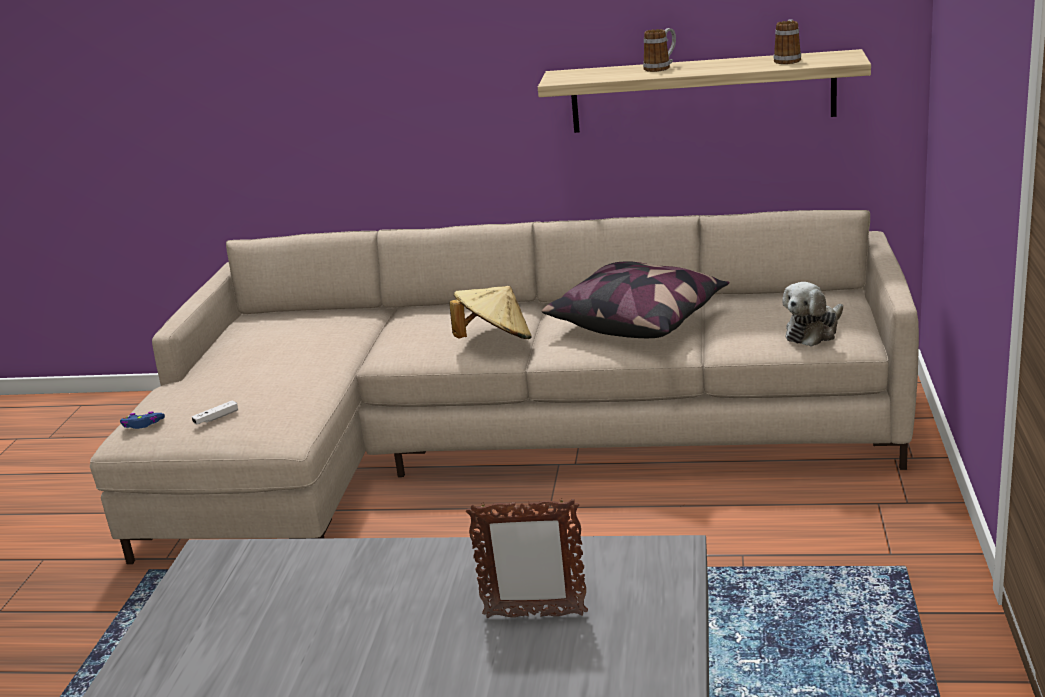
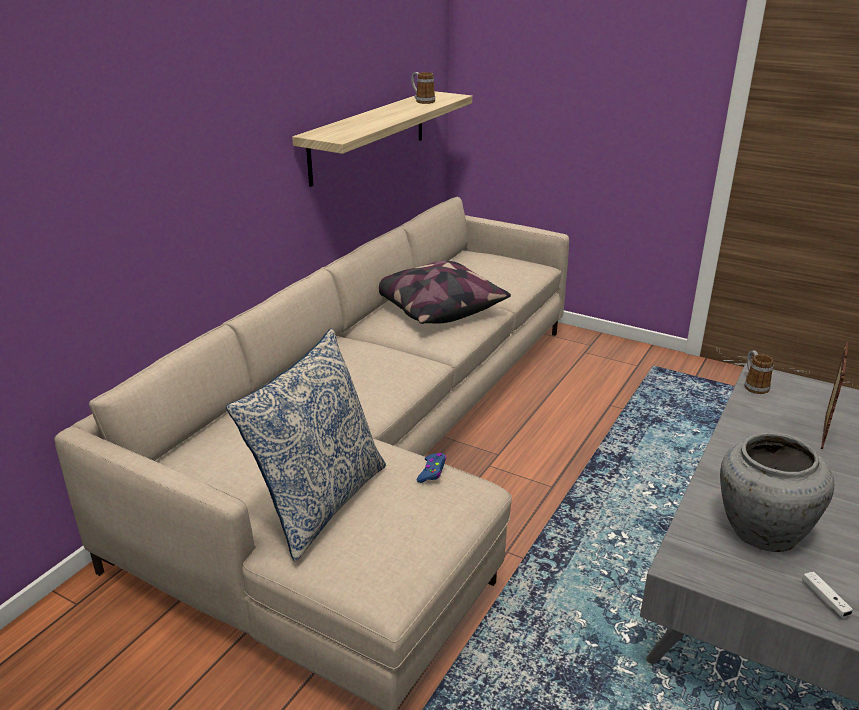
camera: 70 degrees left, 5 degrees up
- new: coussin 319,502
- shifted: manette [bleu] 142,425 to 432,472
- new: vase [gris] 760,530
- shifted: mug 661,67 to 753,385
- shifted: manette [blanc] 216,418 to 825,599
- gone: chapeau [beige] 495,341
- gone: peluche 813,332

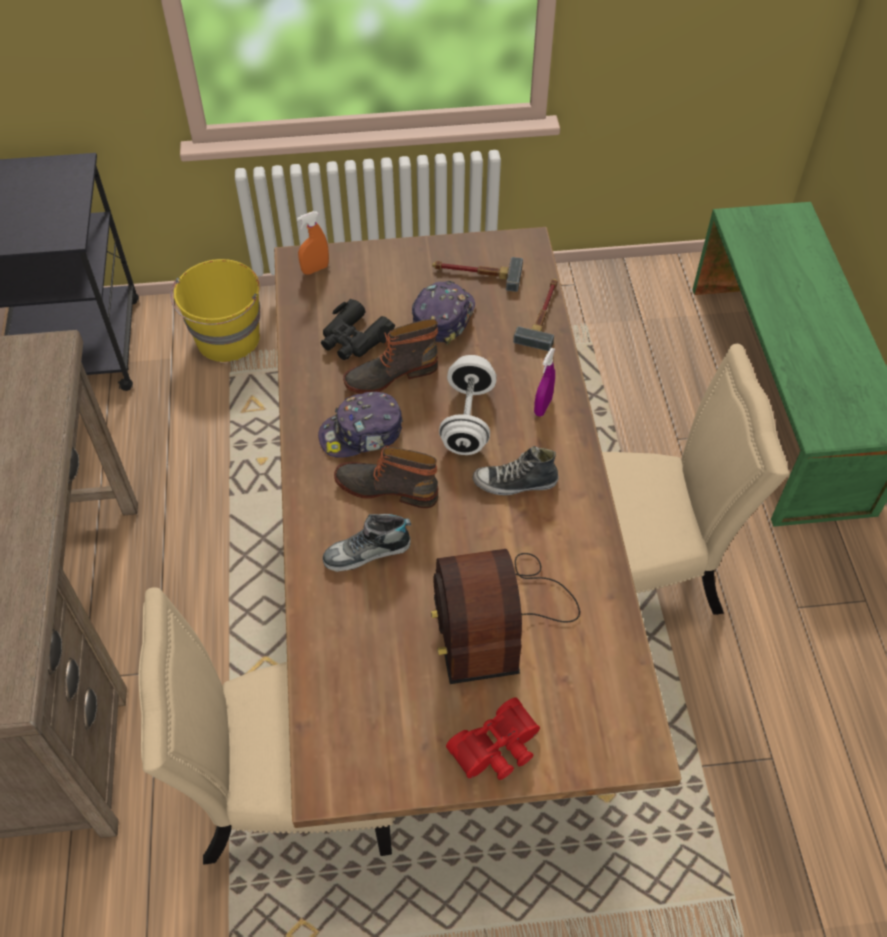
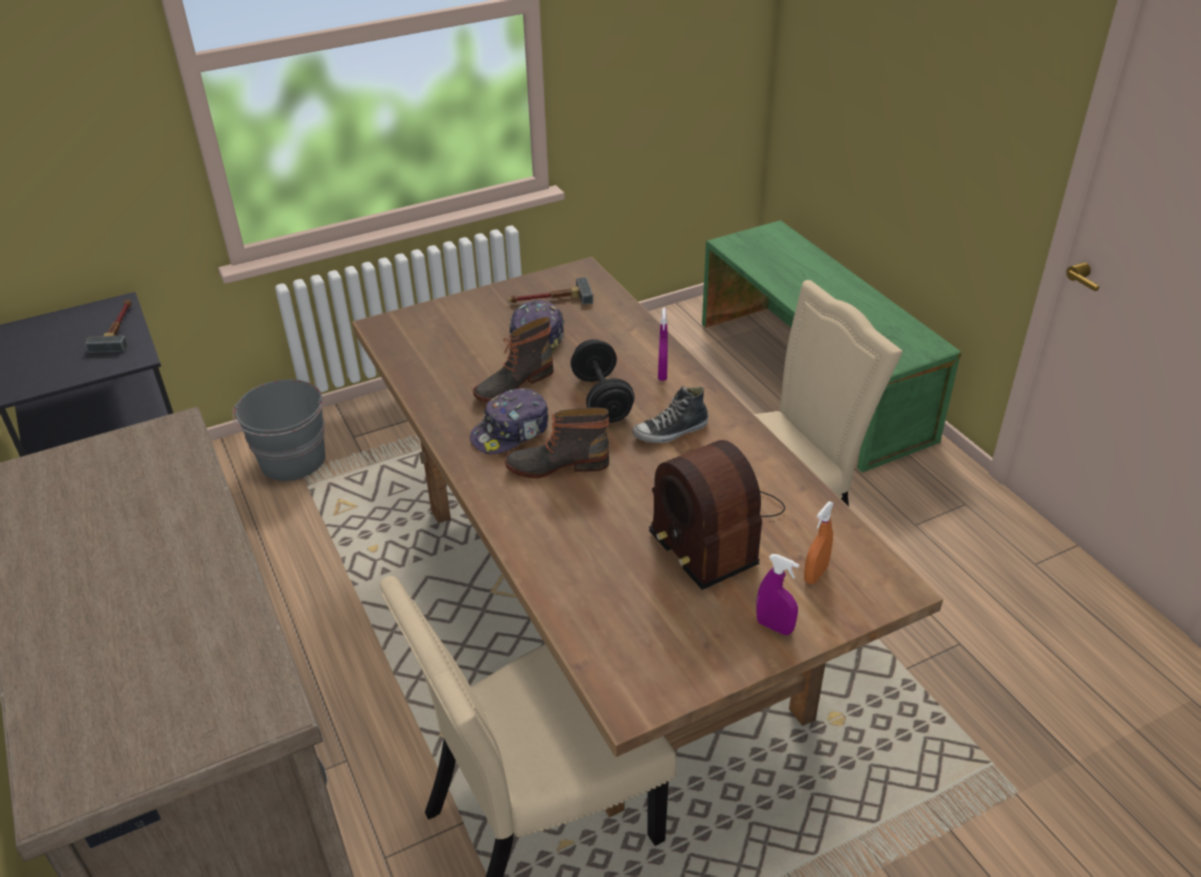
camera: 20 degrees left, 15 degrees down
- shifted: marteau 543,315 to 119,328
- repainted: seau [jaune] 227,339 to seau [gris] 293,461
- repainted: haltère [blanc] 467,420 to haltère [noir] 602,399
- swapped: jumelles [rouge] 498,750 to vaporisateur [violet] 774,626
- shifted: vaporisateur [orange] 315,269 to 815,574
- gone: jumelles [noir] 354,339
- gone: chaussure 367,553

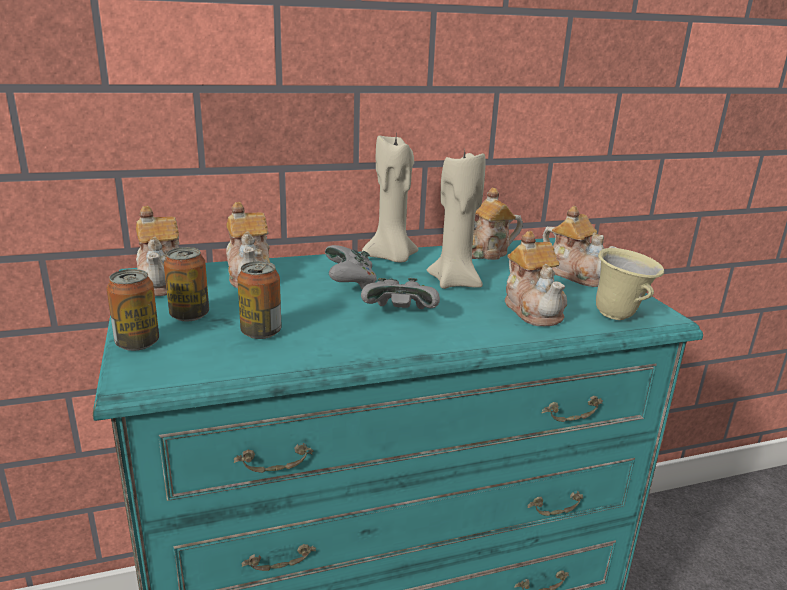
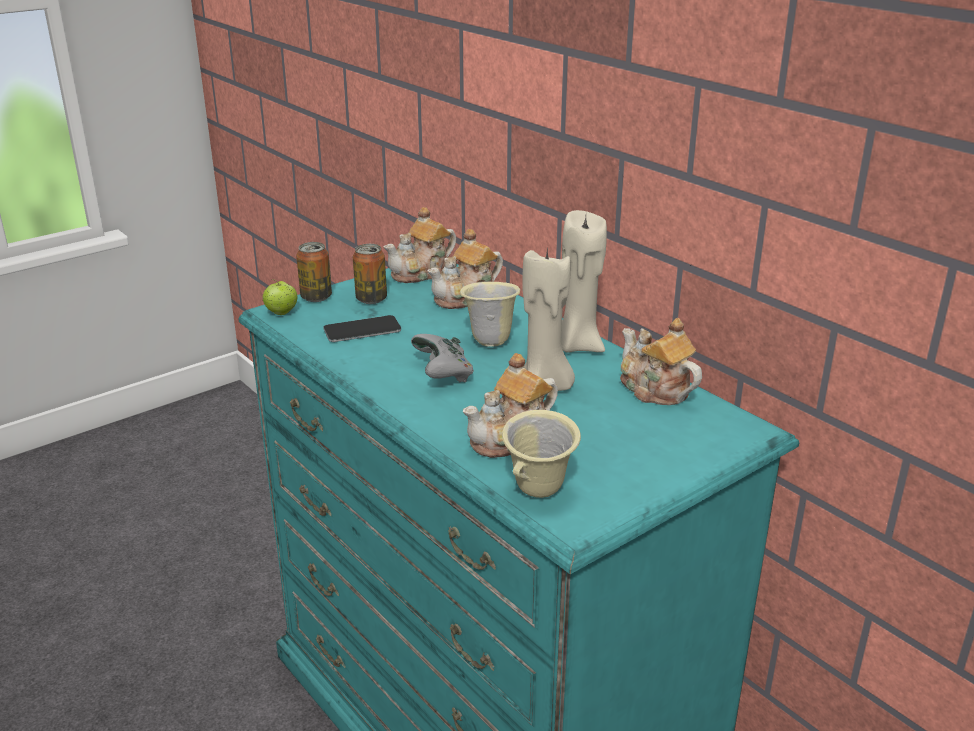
camera: 70 degrees right, 5 degrees up
- new: pomme 281,313
- swapped: boîte métallique 261,332 to téléphone 362,330
- swapped: manette [gris] 350,283 to mug [beige] 489,340
- gone: théière 577,274

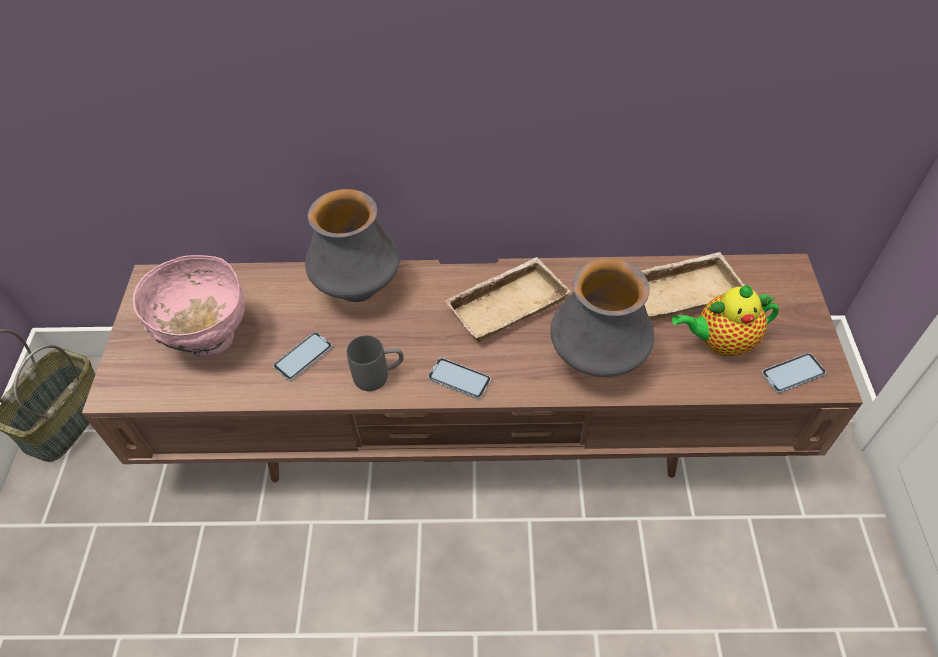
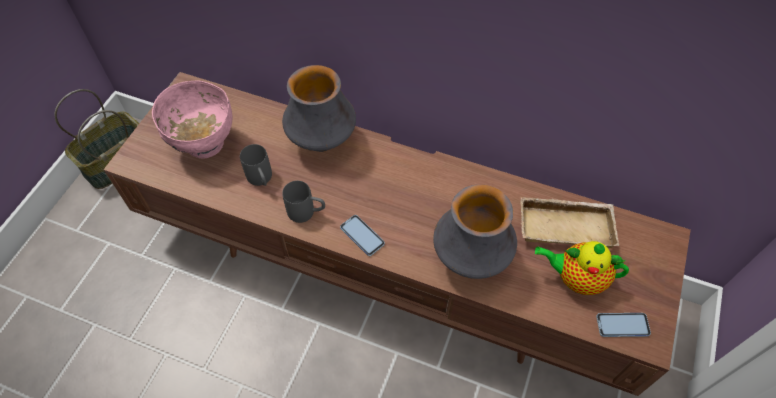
camera: 20 degrees right, 5 degrees up
- swapped: téléphone 303,357 to mug [gris] 261,180
- gone: plateau [beige] 507,303

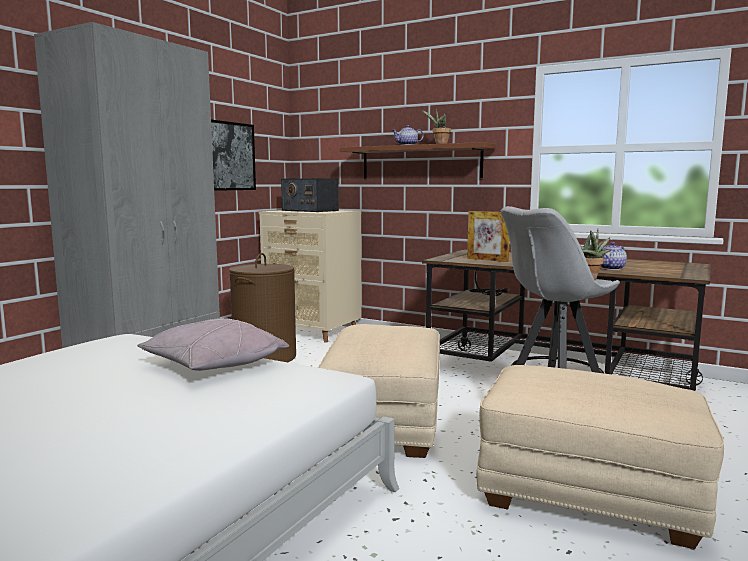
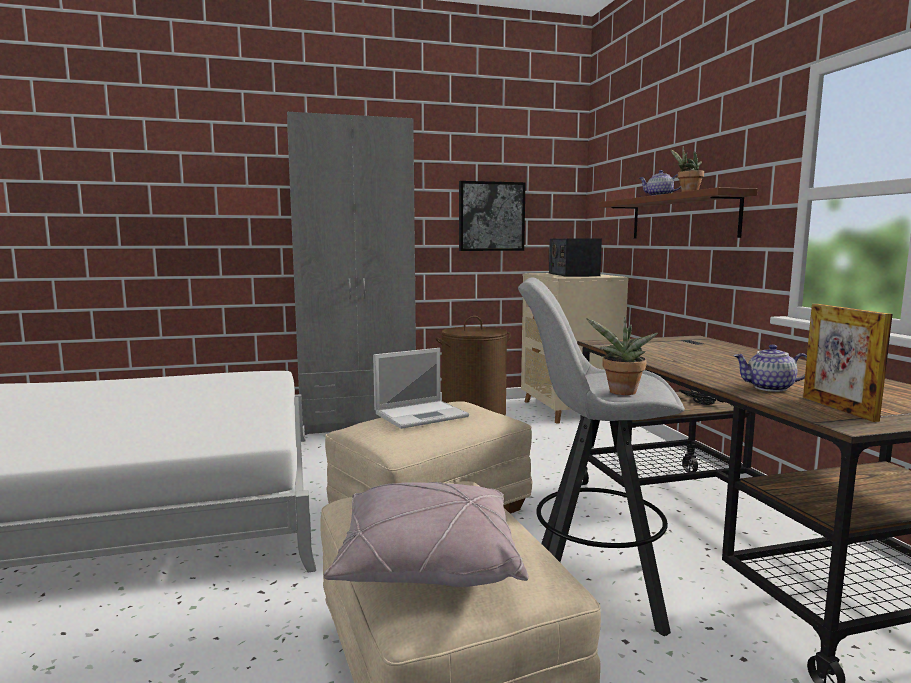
camera: 45 degrees right, 0 degrees up
- shifted: coussin [violet] 213,366 to 427,563
- new: ordinateur portable 422,414
- shifted: cadre photo 487,260 to 838,408

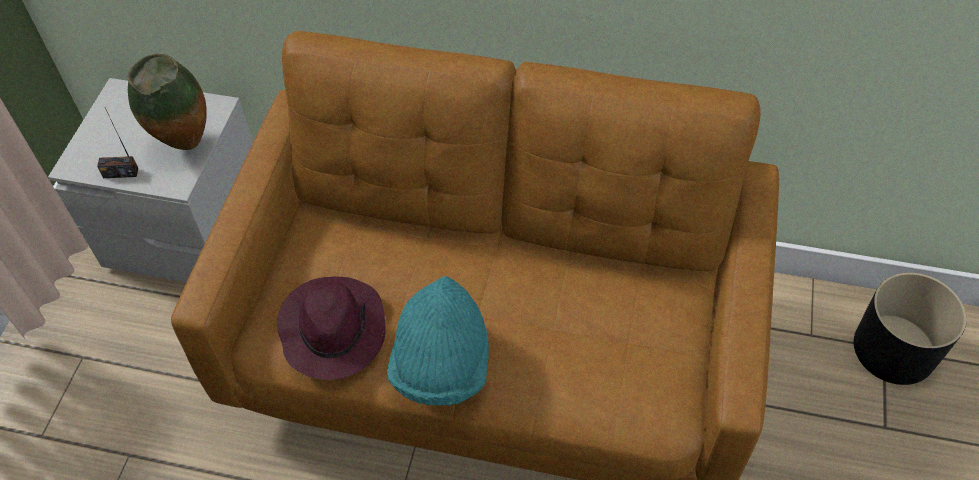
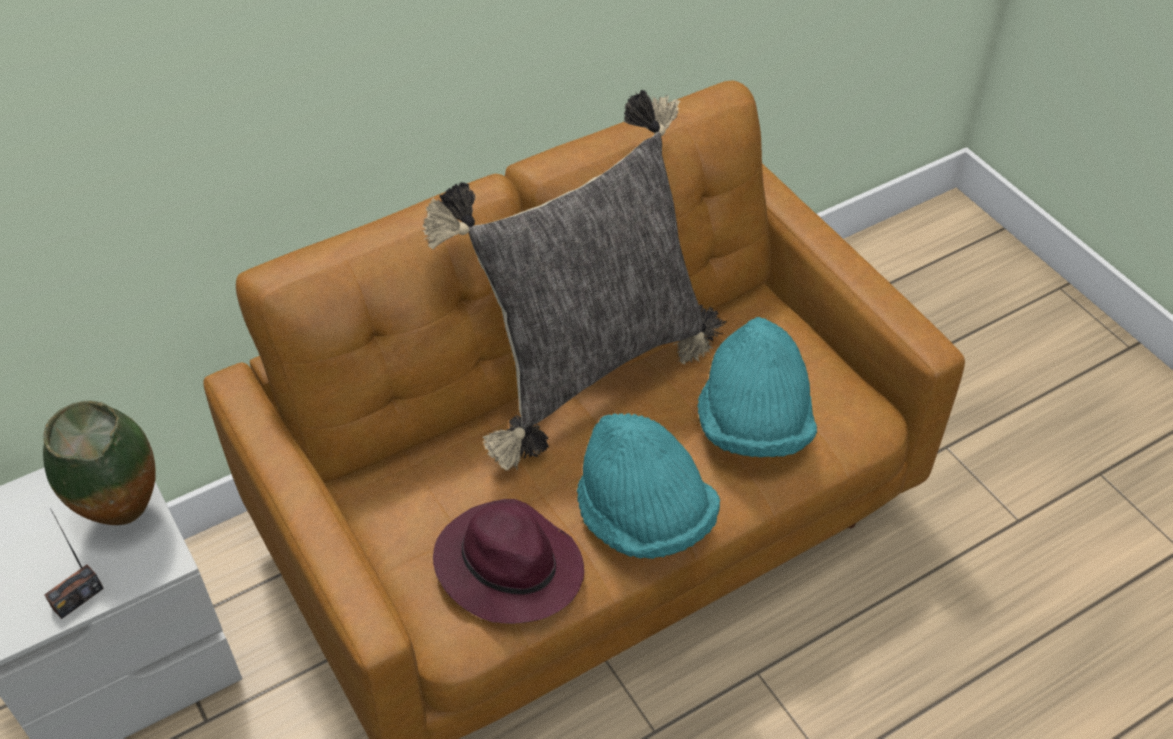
camera: 45 degrees left, 5 degrees down
- new: coussin 585,378
- new: chapeau [turquoise] 753,425
- gone: cache-pot [noir] 893,349

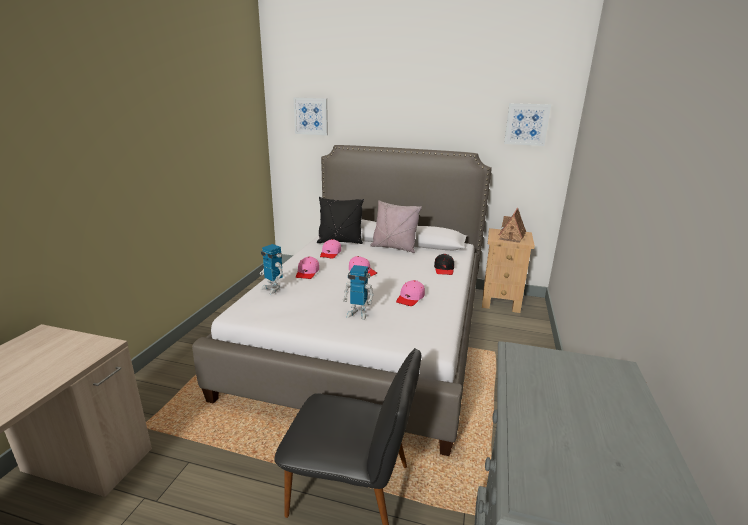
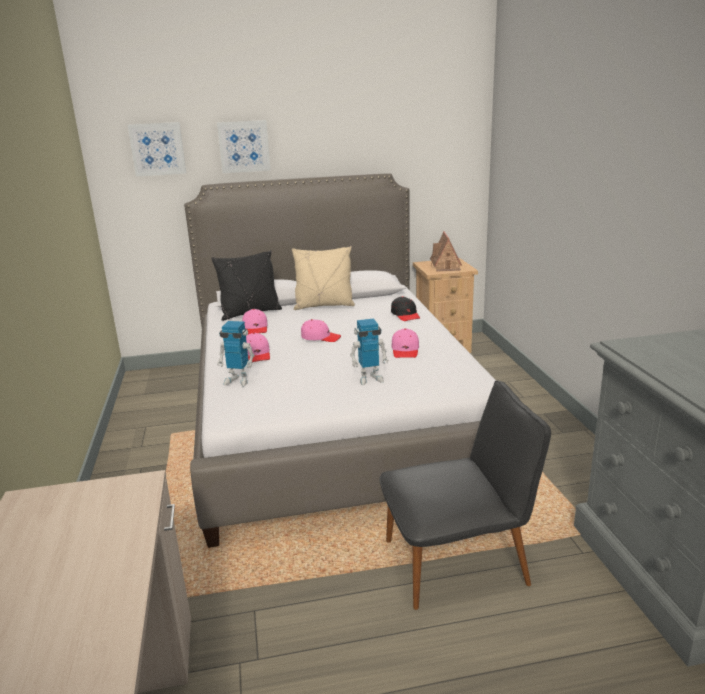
camera: 25 degrees left, 0 degrees up
- shifted: tableau 526,124 to 244,146
- repainted: coussin [violet] 394,248 to coussin [beige] 324,306

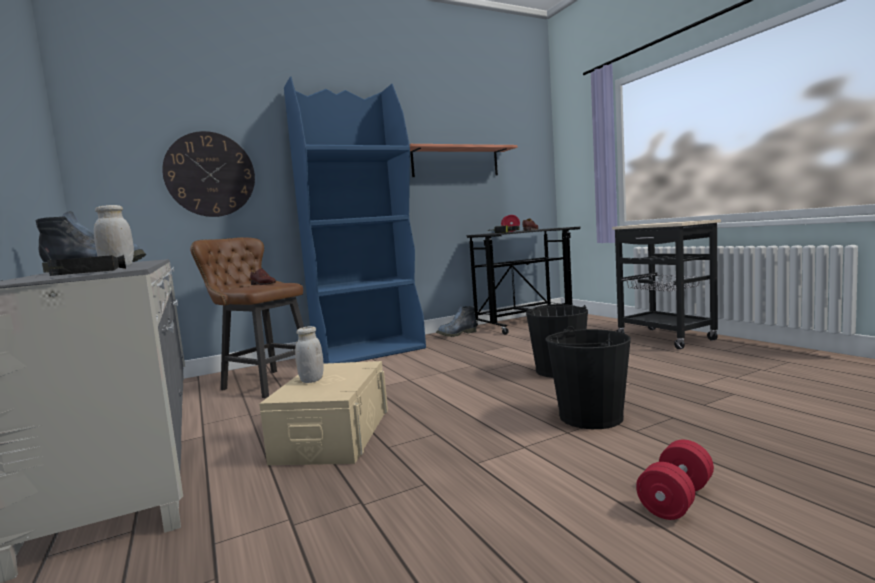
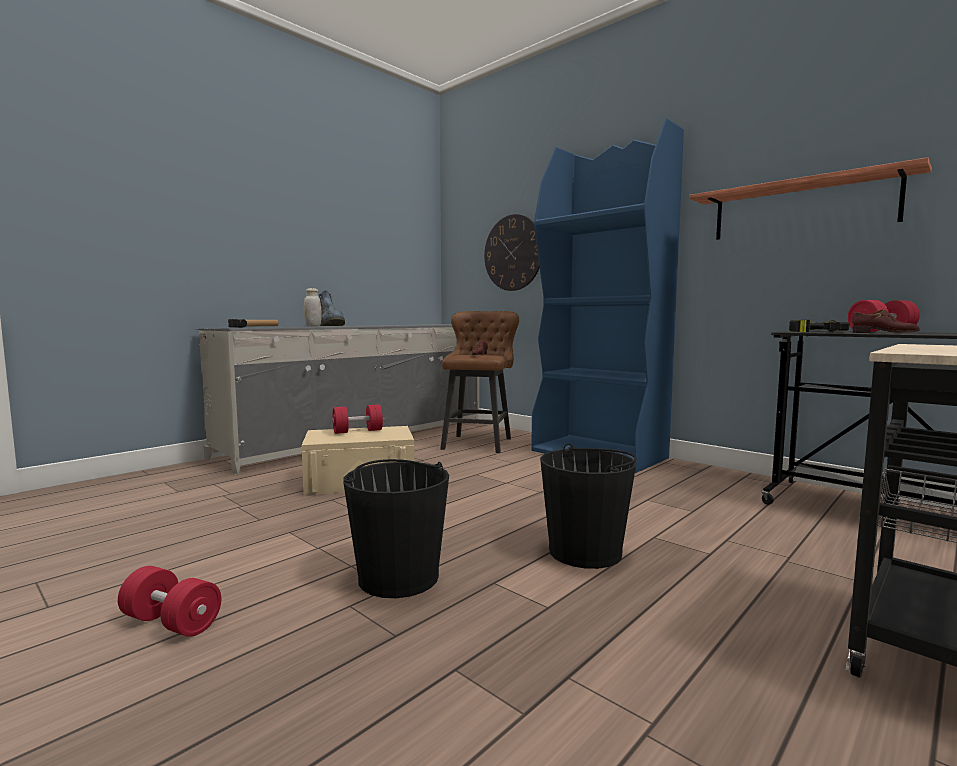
camera: 70 degrees right, 0 degrees up
- swapped: bocal [blanc] 311,380 to haltère [rouge] 357,431
- gone: botte 456,334

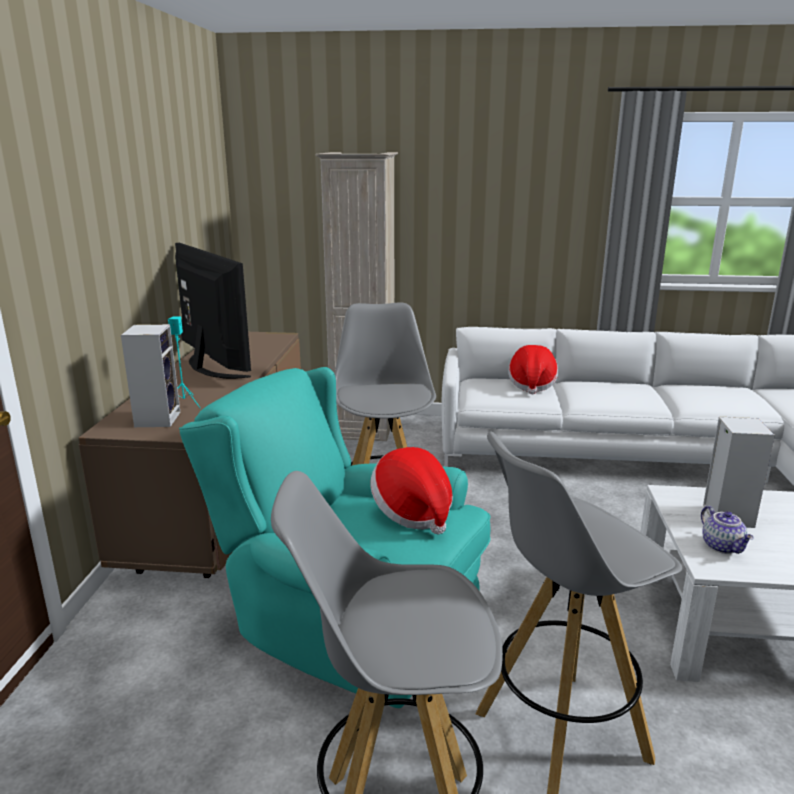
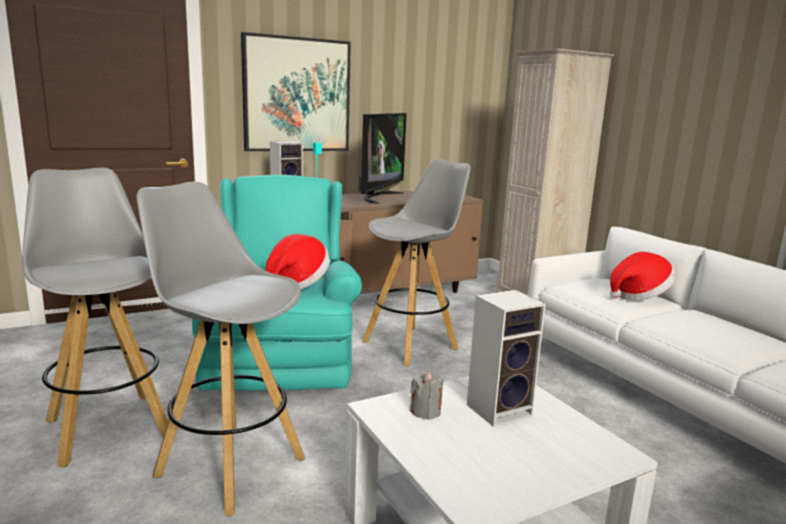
camera: 55 degrees right, 5 degrees down
- new: tableau 297,95
- swapped: théière 723,546 to bougie [gris] 425,411

